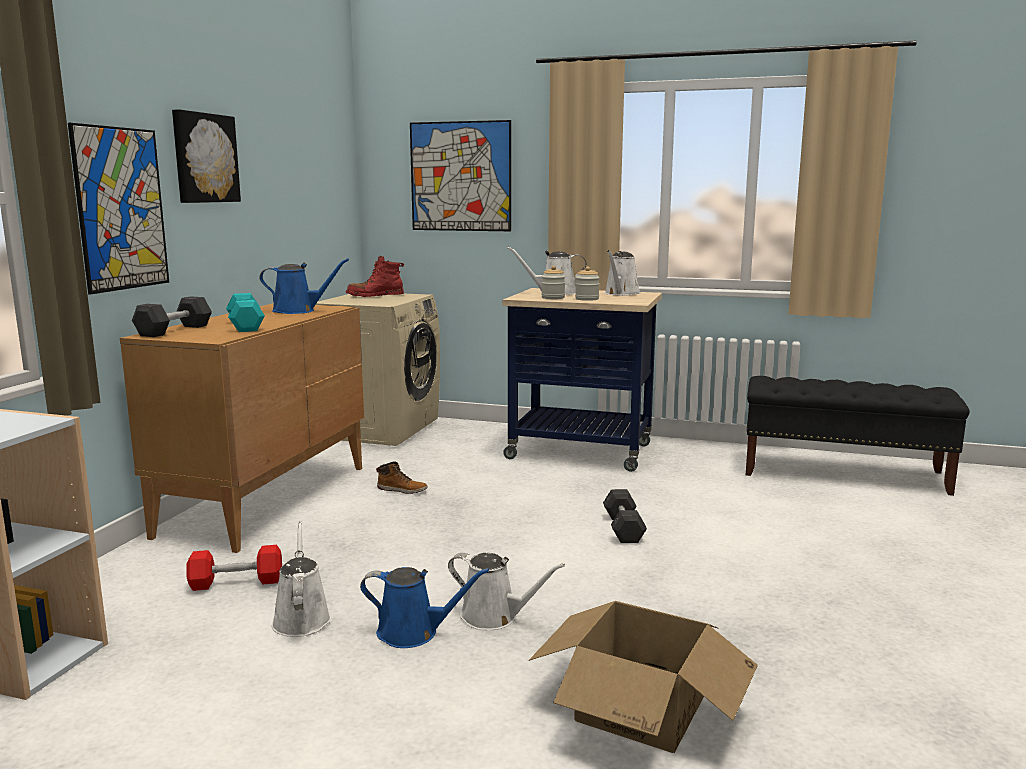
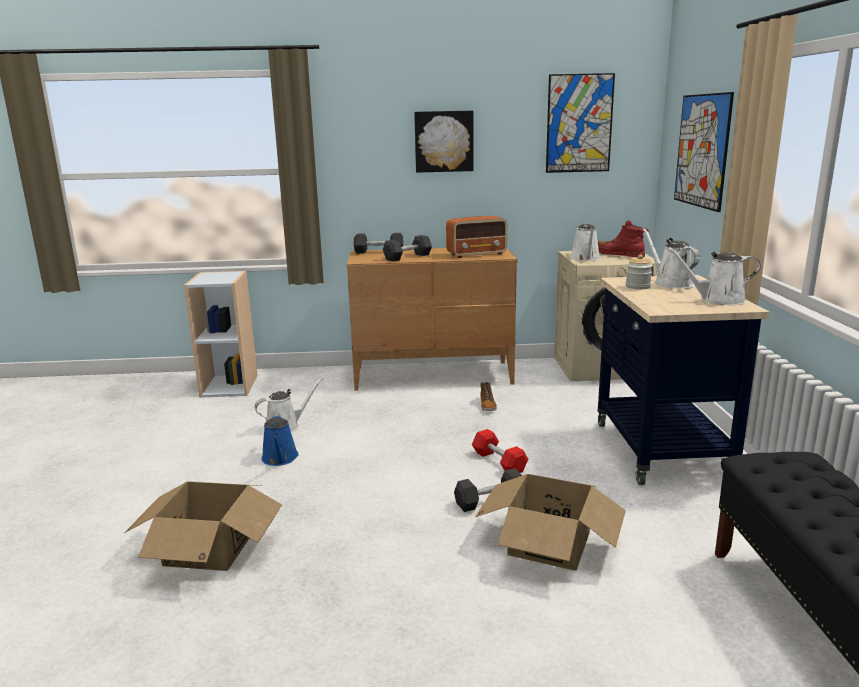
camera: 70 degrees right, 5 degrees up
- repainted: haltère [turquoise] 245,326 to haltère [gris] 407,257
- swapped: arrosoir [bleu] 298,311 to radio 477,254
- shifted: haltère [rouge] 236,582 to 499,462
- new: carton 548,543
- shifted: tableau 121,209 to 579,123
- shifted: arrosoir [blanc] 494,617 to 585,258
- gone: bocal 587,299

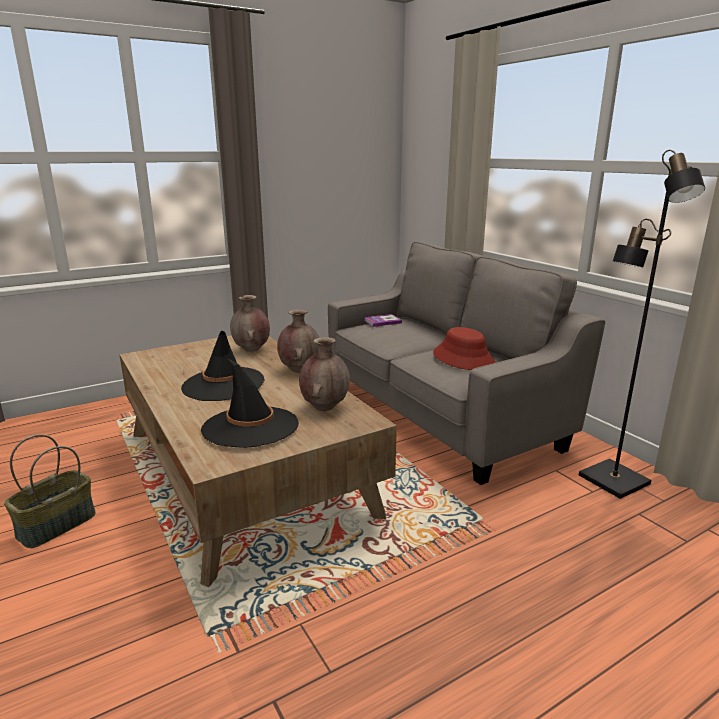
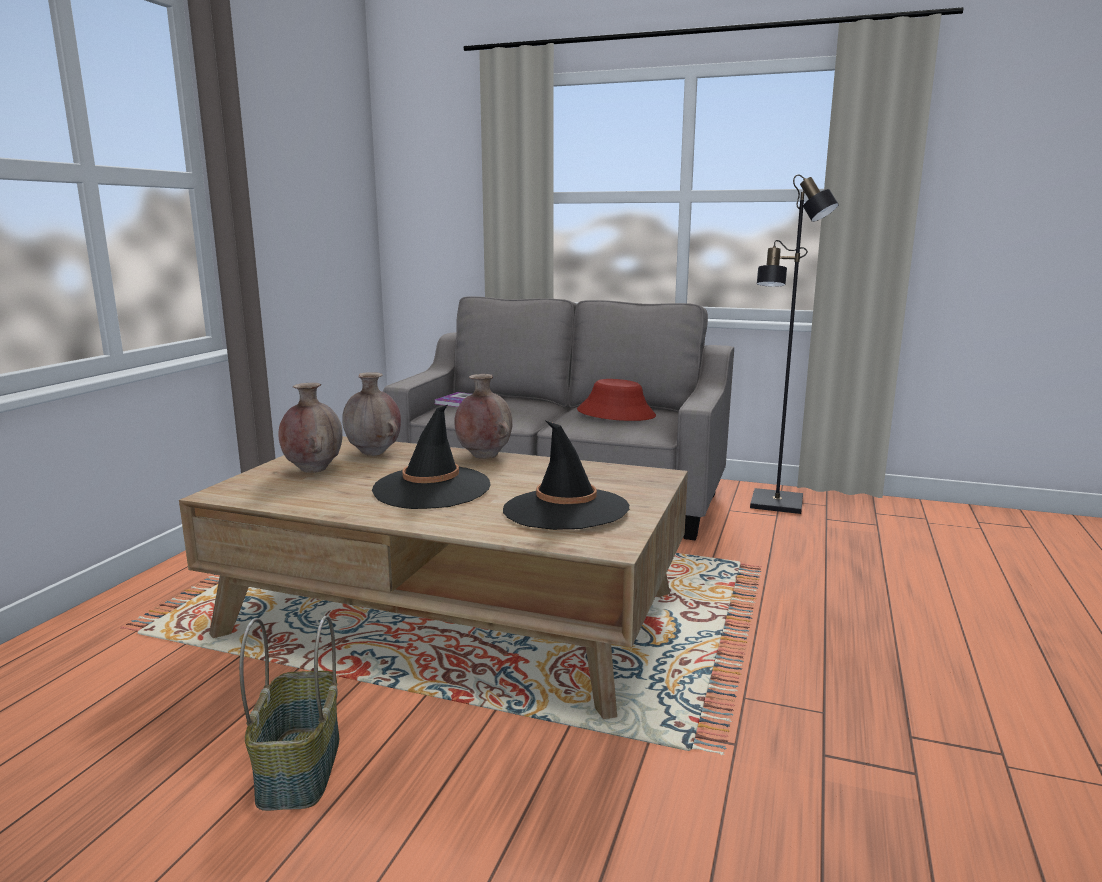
camera: 40 degrees left, 5 degrees down
- shifted: vase [marron] 324,407 to 313,469

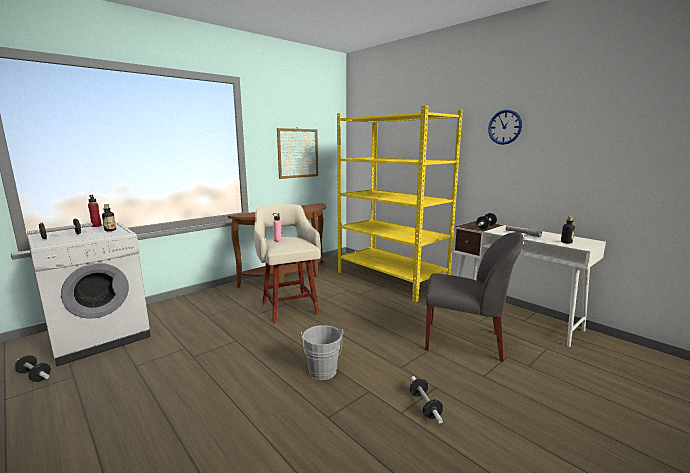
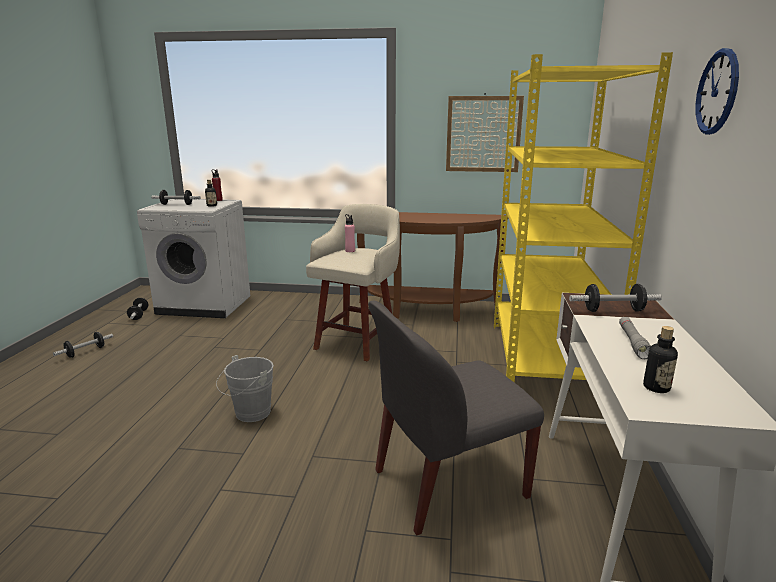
camera: 50 degrees right, 5 degrees up
- shifted: haltère 425,406 to 85,352
- rotated: chaise [gris] 465,341 = 446,484 90 degrees clockwise

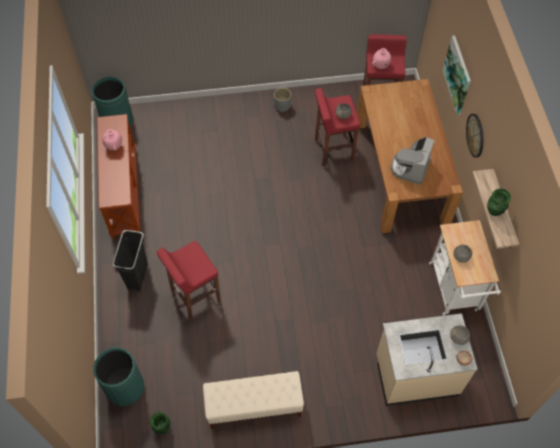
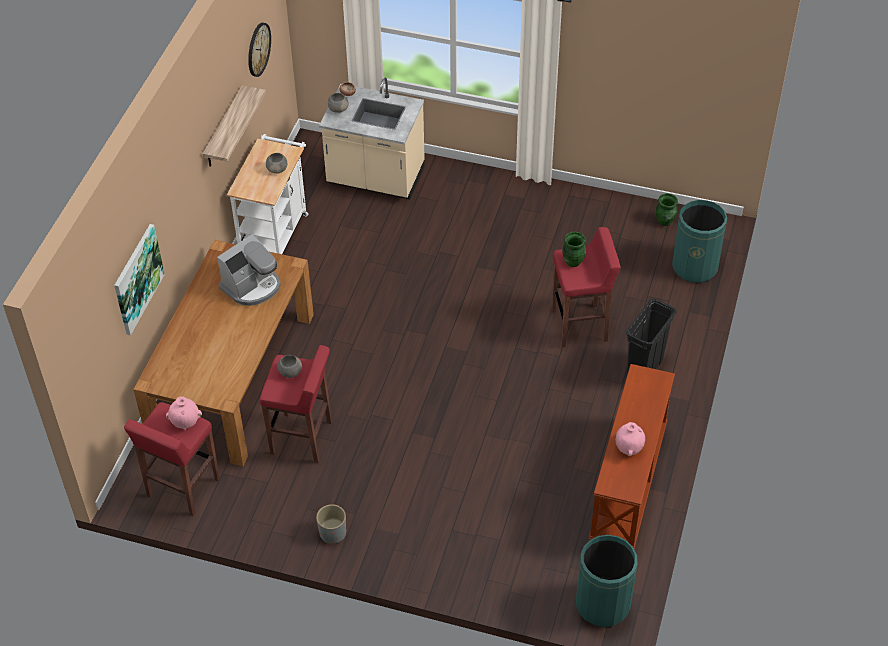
camera: 155 degrees left, 10 degrees down
- shifted: horloge murale 475,135 to 258,49
- shifted: vase [vert] 494,211 to 573,262
- gone: banc [beige] 254,406

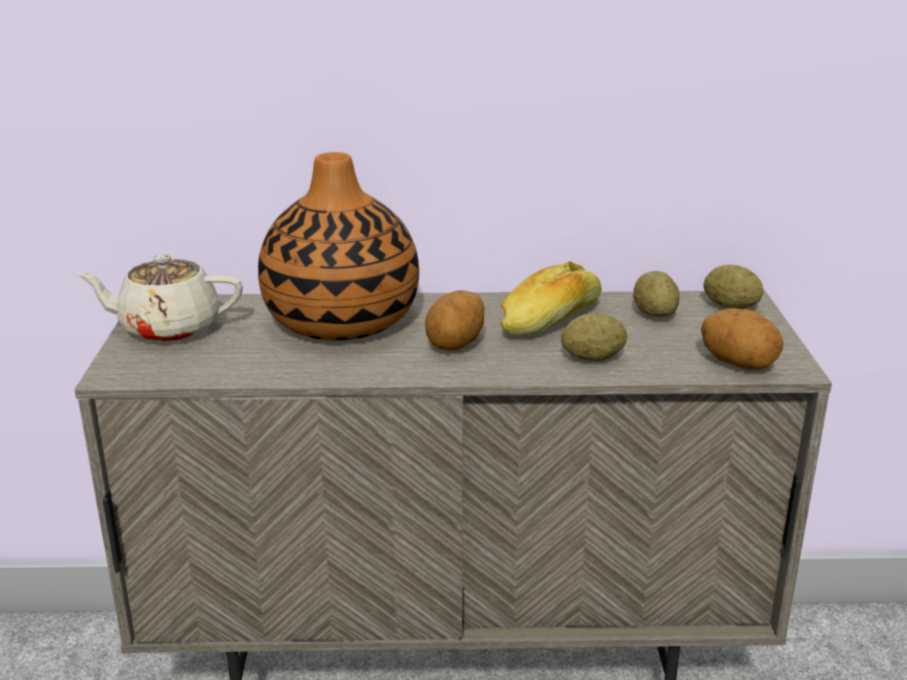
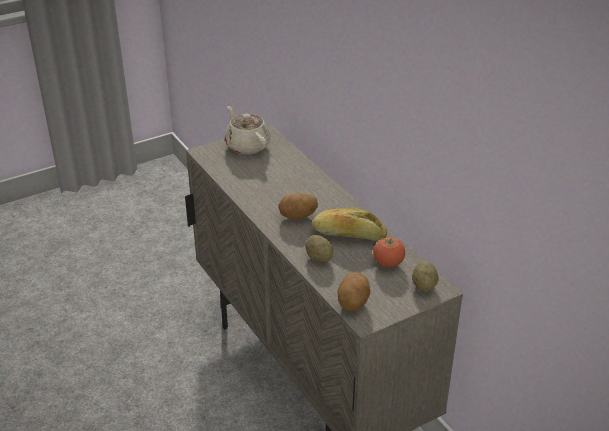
camera: 60 degrees right, 10 degrees up
- swapped: pomme de terre 654,314 to tomate 388,263
- gone: vase 342,320

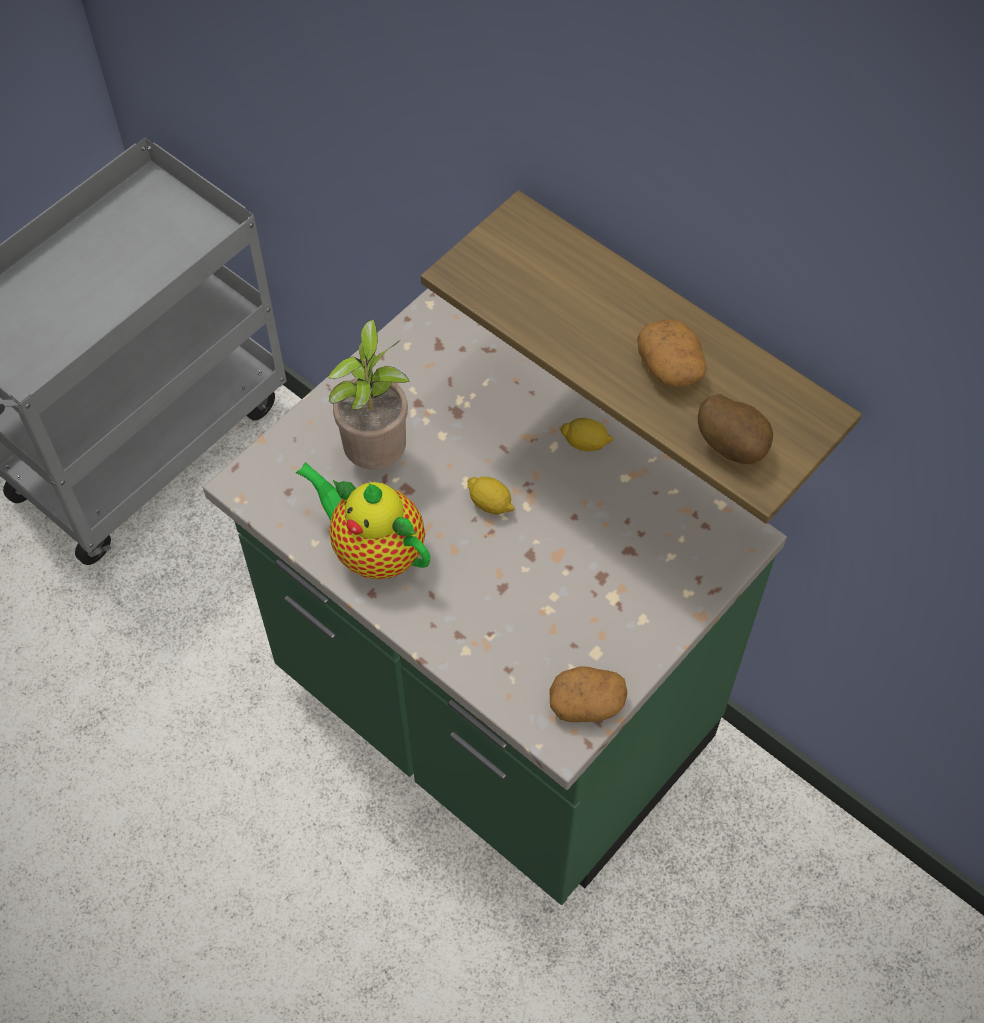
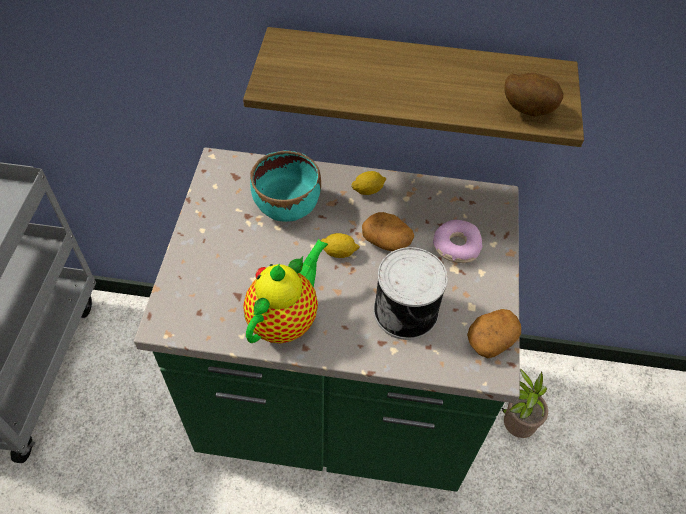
camera: 35 degrees left, 5 degrees down
- rotated: théière 374,549 = 286,319 120 degrees clockwise
- new: bol [turquoise] 287,206
- shifted: pomme de terre 671,367 to 387,240
- new: boîte métallique 407,311
- new: beignet 455,246
- shifted: plante en pot 377,454 to 515,425

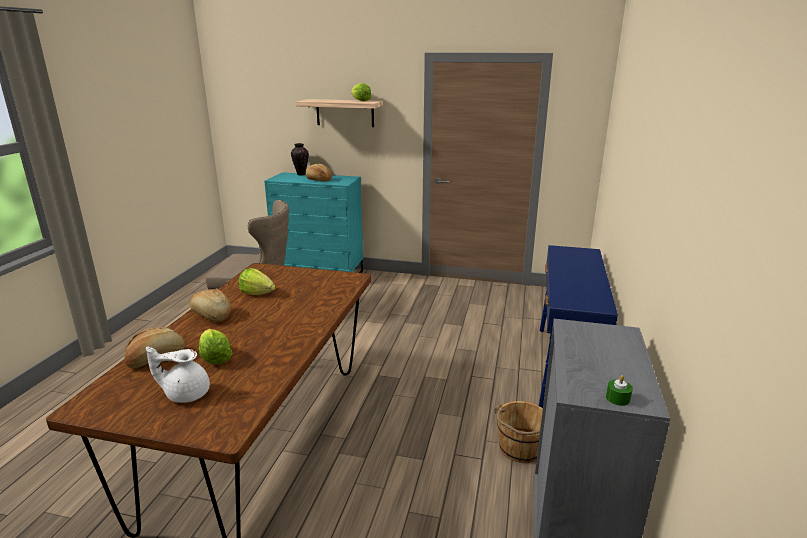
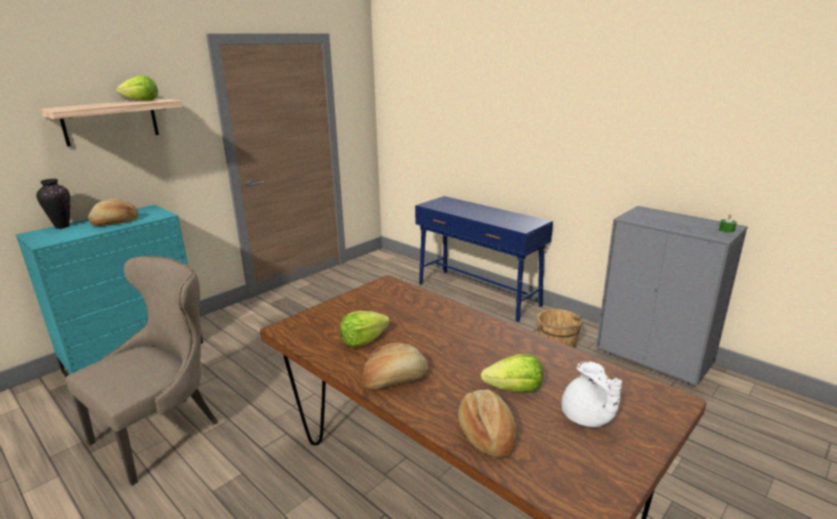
camera: 60 degrees left, 0 degrees up
- rotated: théière [blanc] 186,393 = 587,418 45 degrees counterclockwise

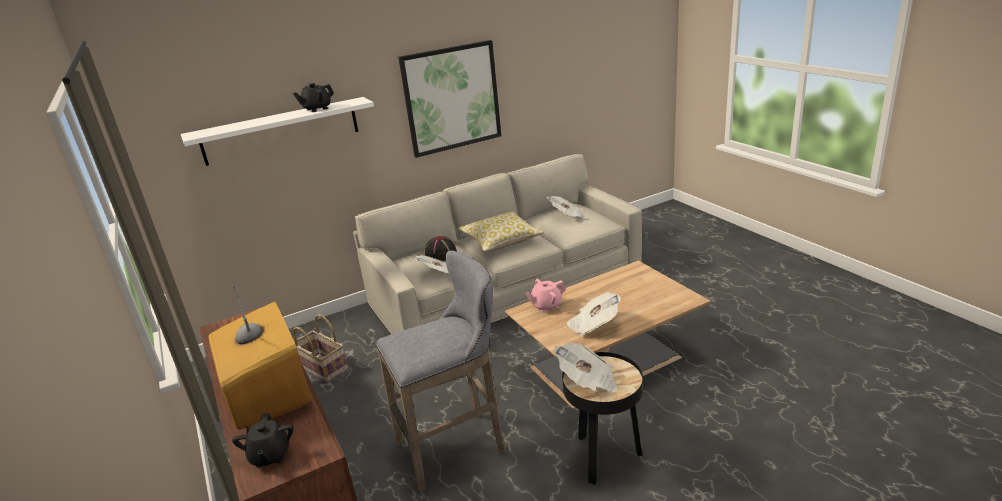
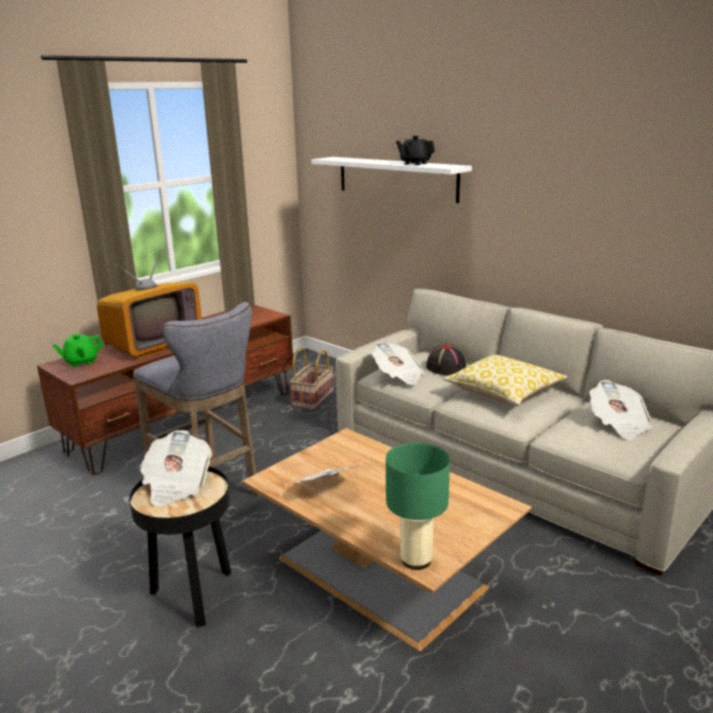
camera: 70 degrees right, 5 degrees down
- repainted: théière [noir] 270,456 to théière [vert] 81,362
- new: lampe de table [vert] 415,560
- gone: tableau 452,98
- gone: théière [rose] 546,306

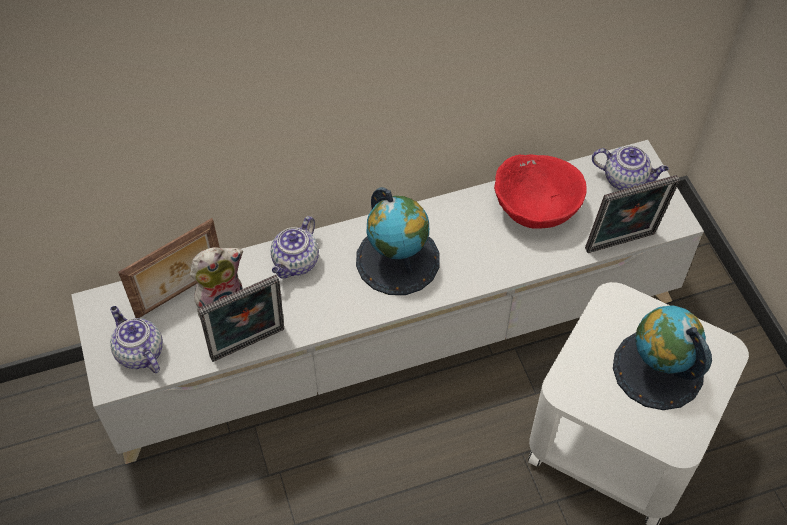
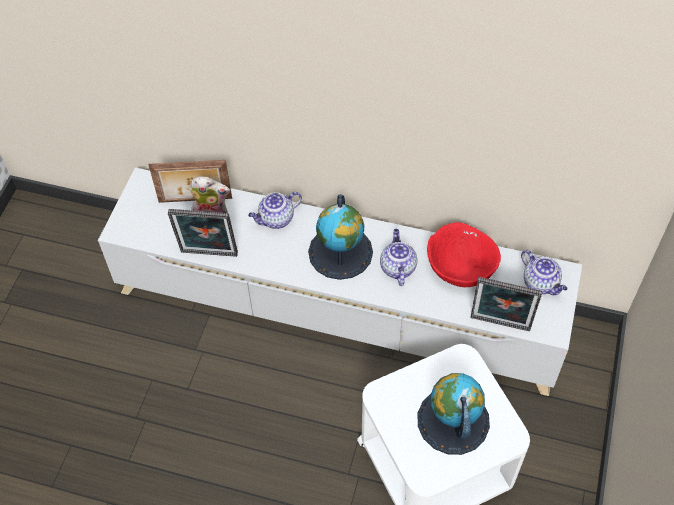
camera: 35 degrees right, 0 degrees up
- shifted: théière 139,352 to 397,267

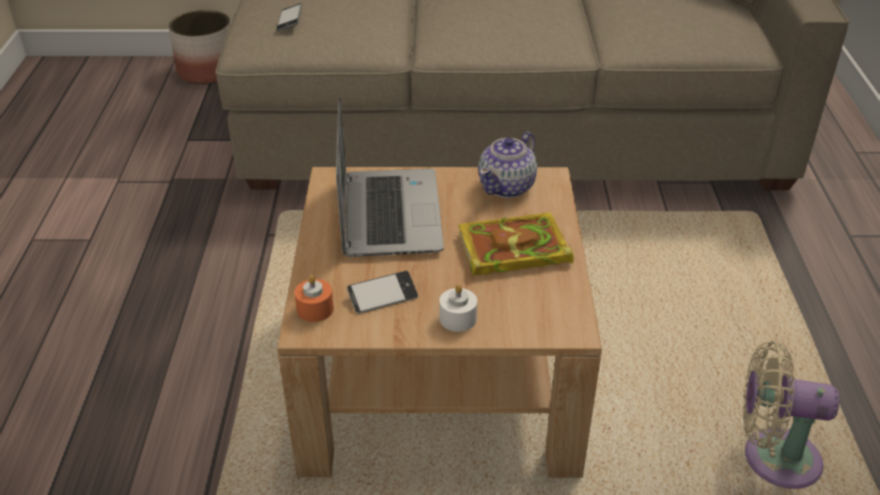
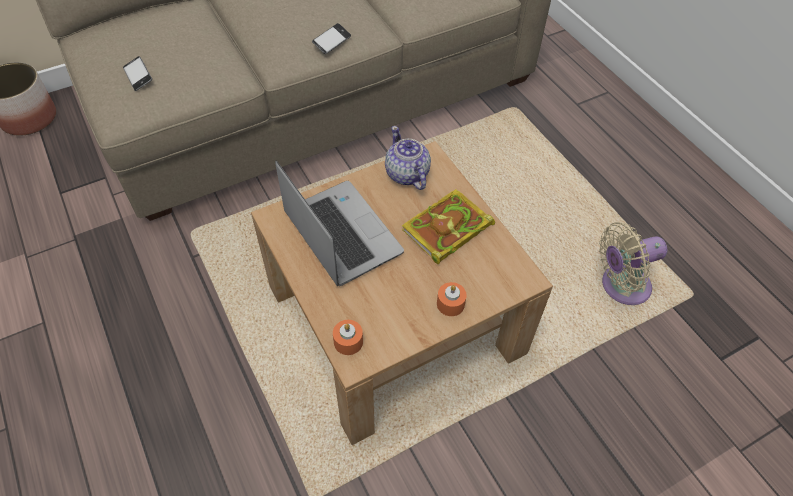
camera: 30 degrees left, 15 degrees up
- shifted: téléphone 382,296 to 332,41
- rotated: théière 507,186 = 407,174 150 degrees clockwise
- repainted: bougie [blanc] 458,318 to bougie [orange] 450,304

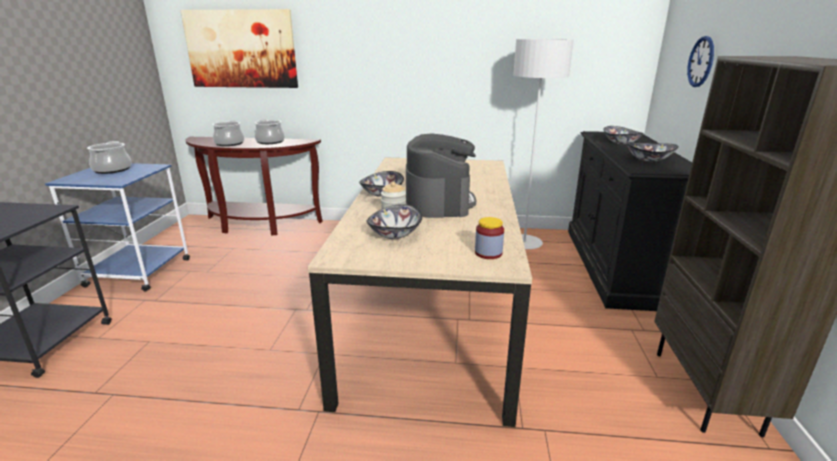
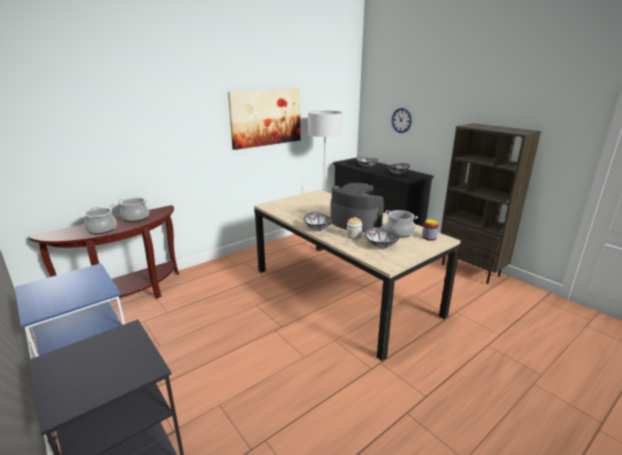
camera: 45 degrees left, 0 degrees up
- shifted: tableau 241,49 to 266,117
- shifted: marmite 112,169 to 399,232

